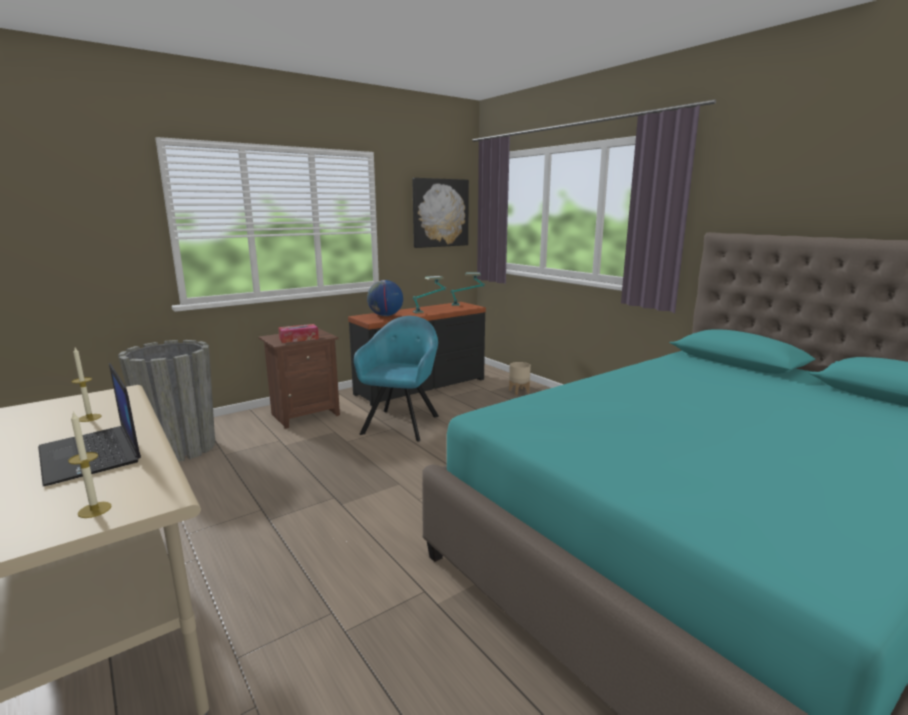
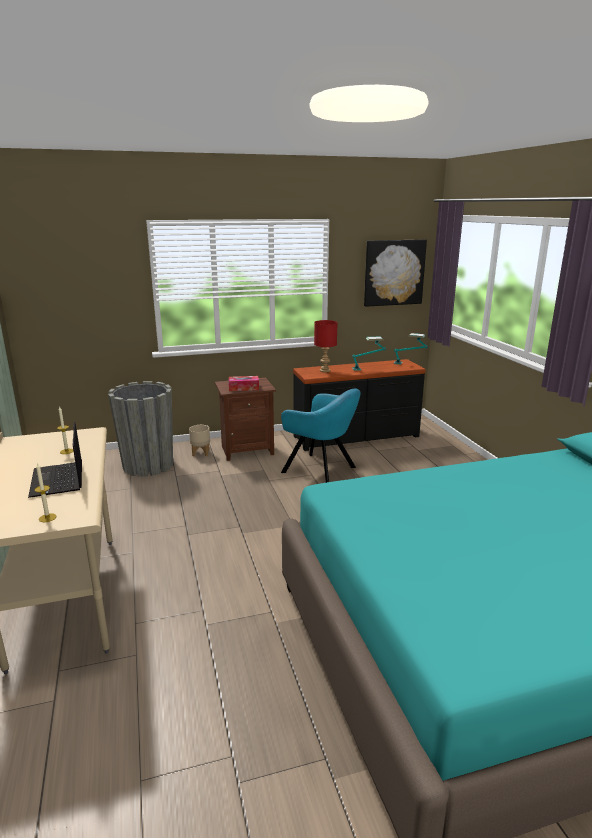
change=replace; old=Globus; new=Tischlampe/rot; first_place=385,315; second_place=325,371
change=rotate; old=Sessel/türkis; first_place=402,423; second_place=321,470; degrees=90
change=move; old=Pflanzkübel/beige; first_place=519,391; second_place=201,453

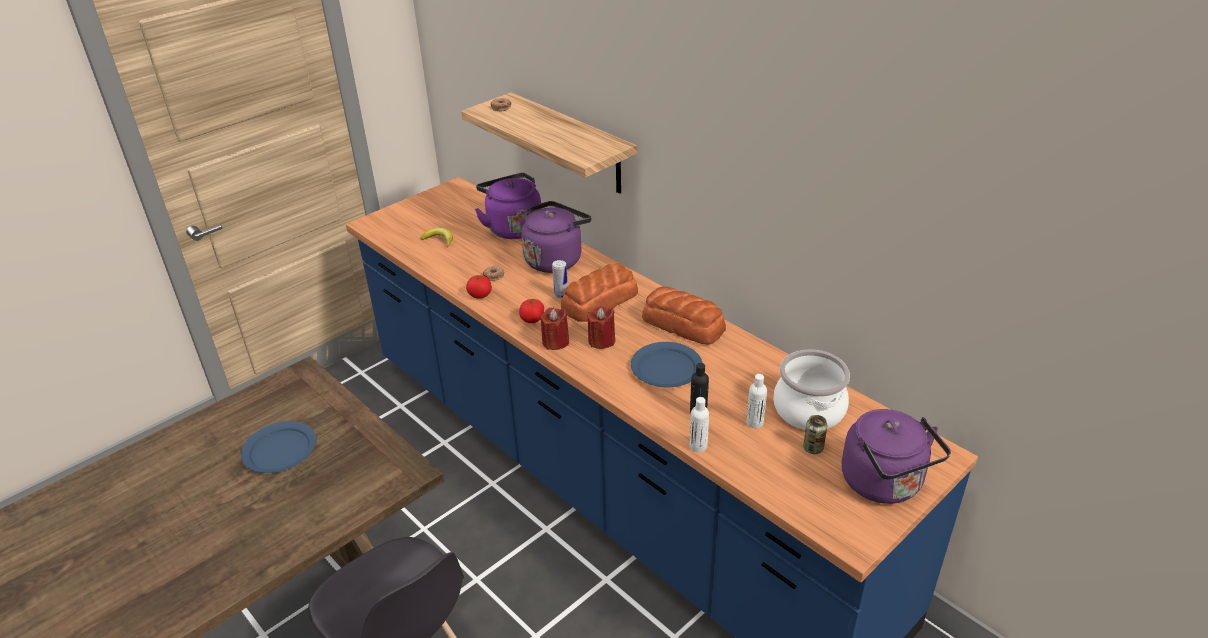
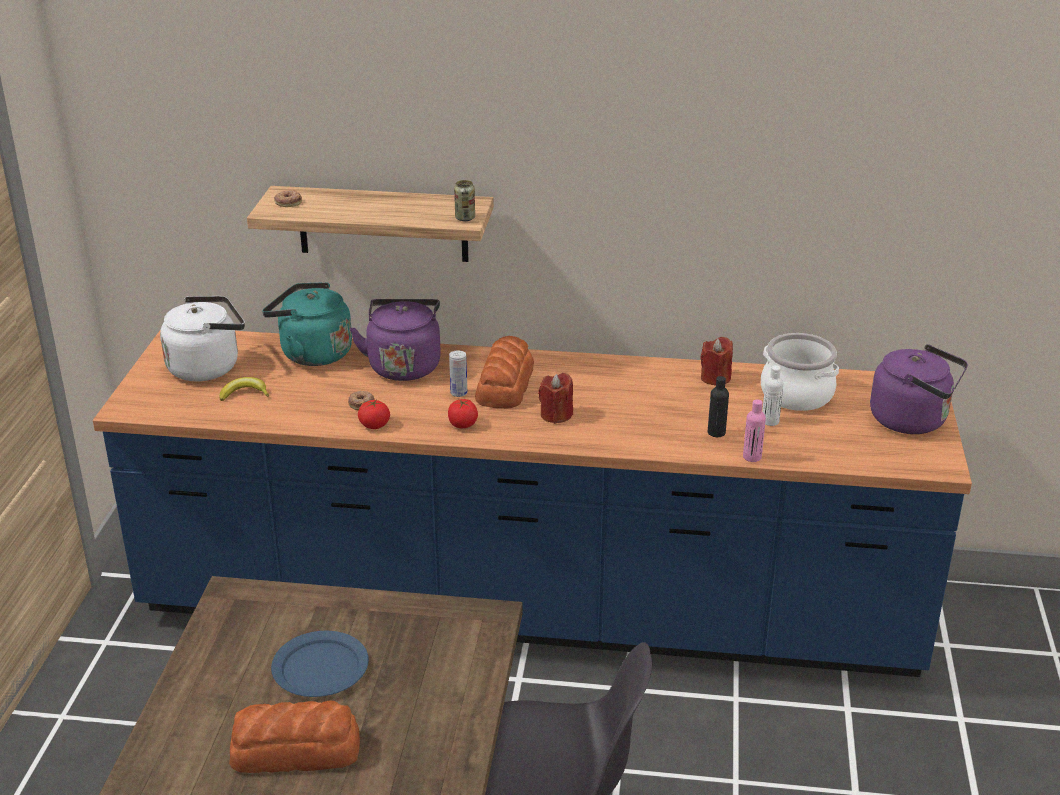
change=recolor; old=Wasserkessel/lila; new=Wasserkessel/türkis; first_place=512,227; second_place=312,353
change=move; old=Brot; first_place=683,325; second_place=297,750
change=move; old=Kerze/rot; first_place=555,342; second_place=715,378
change=delete; old=Teller/blau; first_place=667,368
change=recolor; old=Flasche/weiß; new=Flasche/rosa; first_place=698,446; second_place=752,457
change=move; old=Dose; first_place=813,448; second_place=465,218
change=insert; new=Wasserkessel/weiß; second_place=208,367

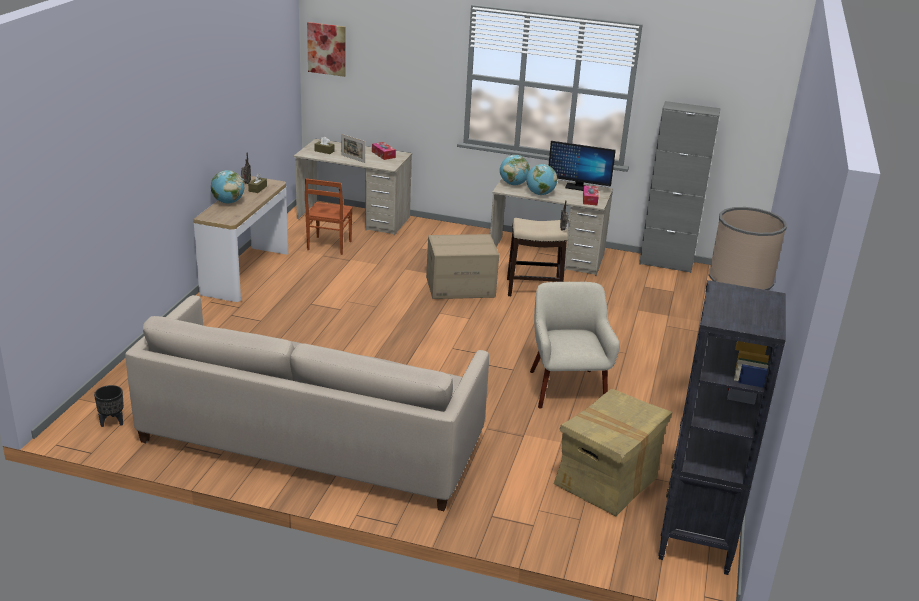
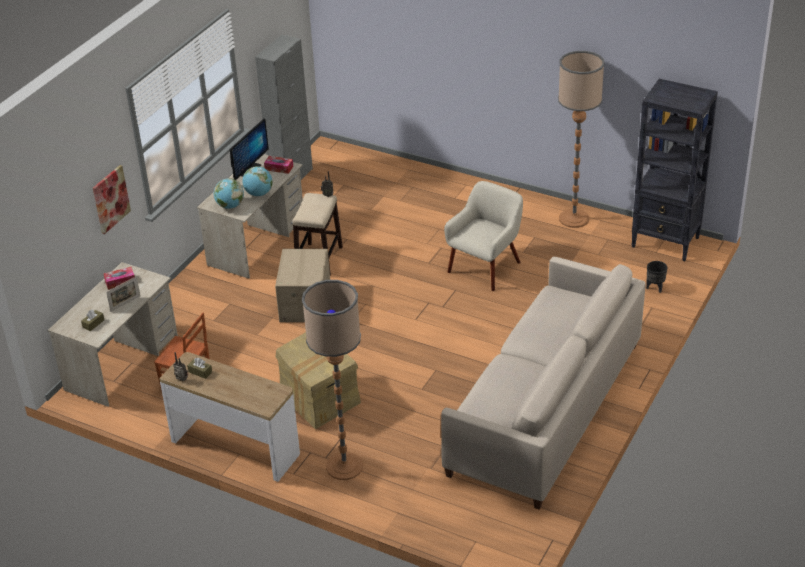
change=move; old=Bild; first_place=327,49; second_place=110,199
change=delete; old=Globus; first_place=228,202
change=rotate; old=Sessel/beige; first_place=566,387; second_place=485,267; degrees=120
change=move; old=Pflanzkübel/schwarz; first_place=112,422; second_place=655,288
change=move; old=Karton; first_place=606,482; second_place=320,400
change=insert; new=Stehlampe; second_place=344,466

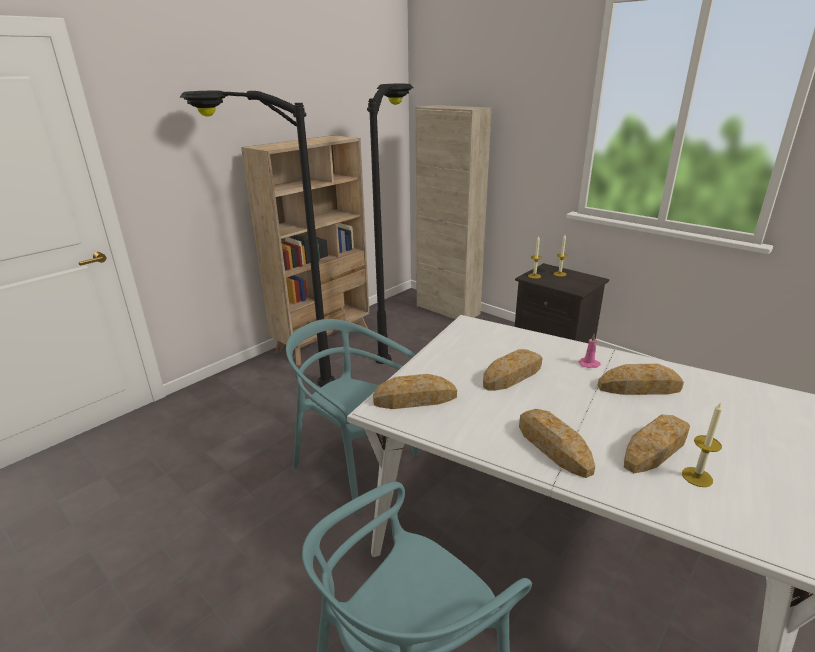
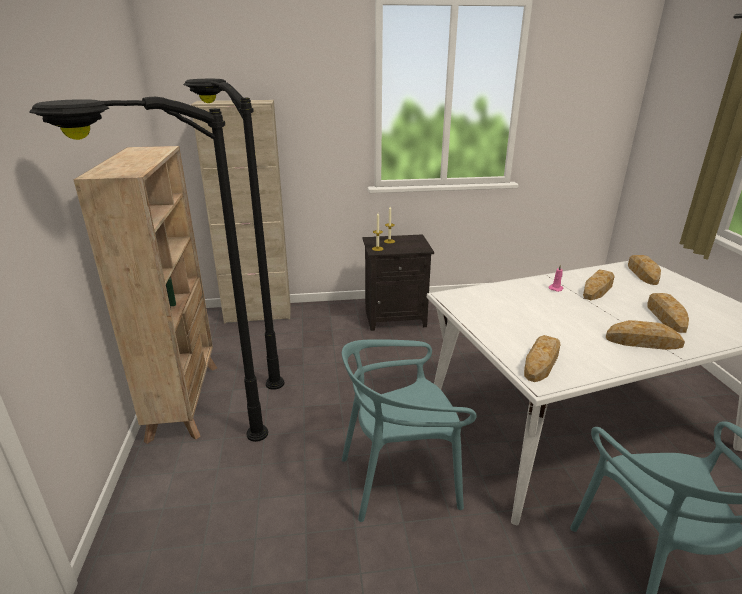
change=move; old=Brot; first_place=513,375; second_place=642,273
change=delete; old=Kerze; first_place=697,477

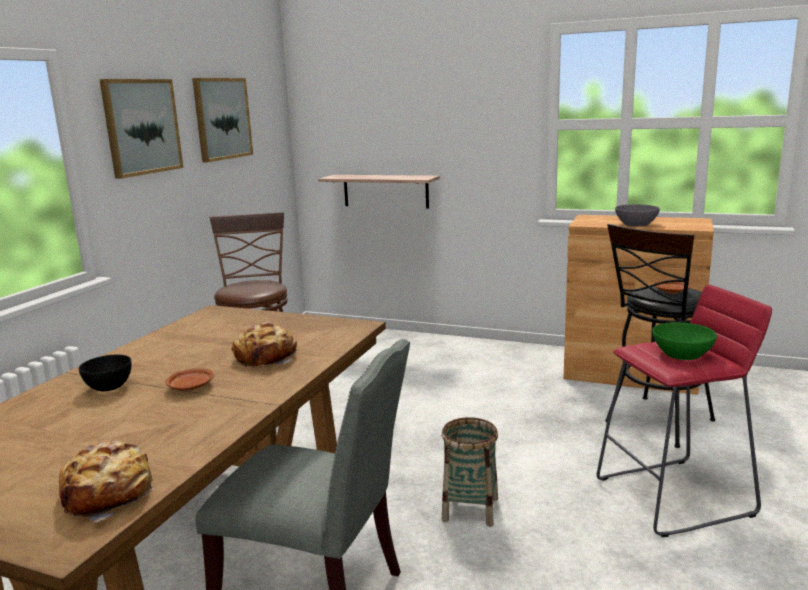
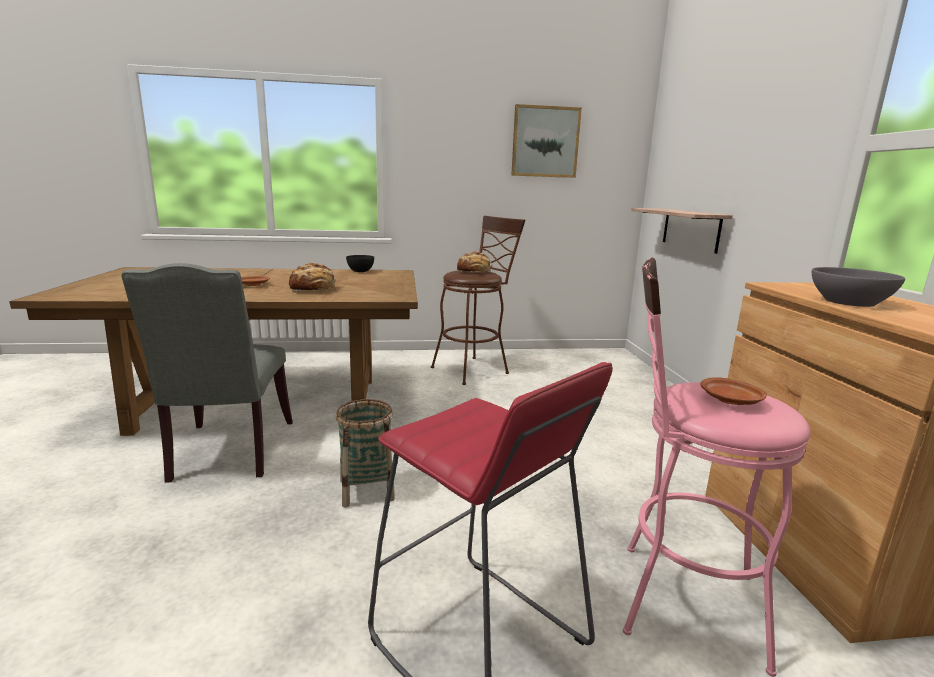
change=delete; old=Bild; first_place=141,127
change=recolor; old=Hocker/schwarz; new=Hocker/rosa; first_place=655,424; second_place=674,599
change=delete; old=Schüssel/grün; first_place=682,353
change=move; old=Schüssel/schwarz; first_place=108,387; second_place=360,271
change=move; old=Brot; first_place=110,494; second_place=474,272

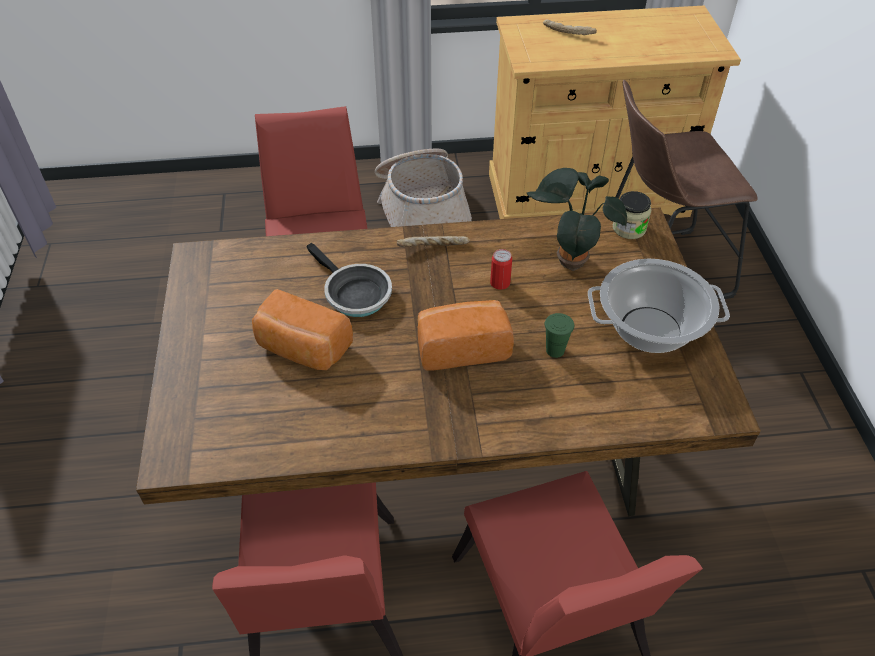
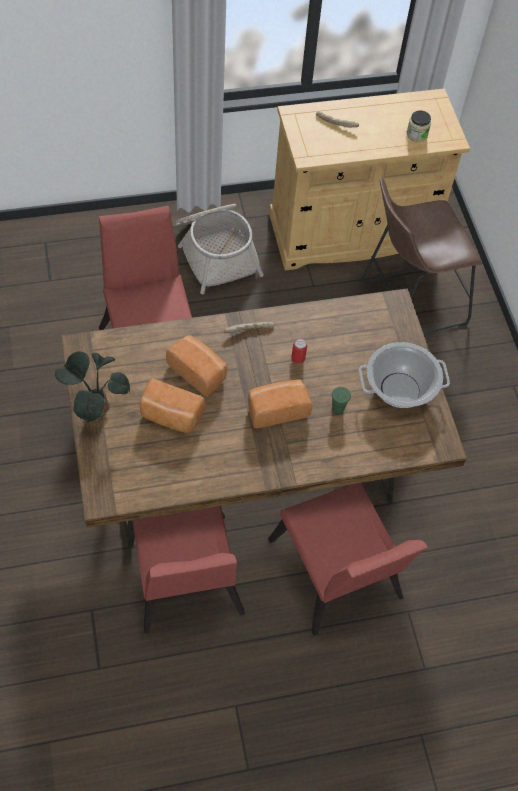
change=move; old=Topfpflanze; first_place=568,260; second_place=95,409
change=move; old=Vorratsglas; first_place=629,228; second_place=417,134
change=replace; old=Pfanne; new=Brot; first_place=354,294; second_place=198,372

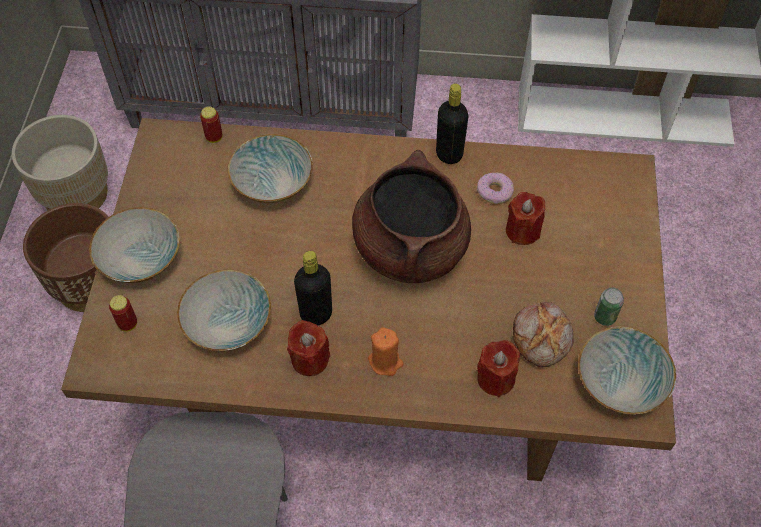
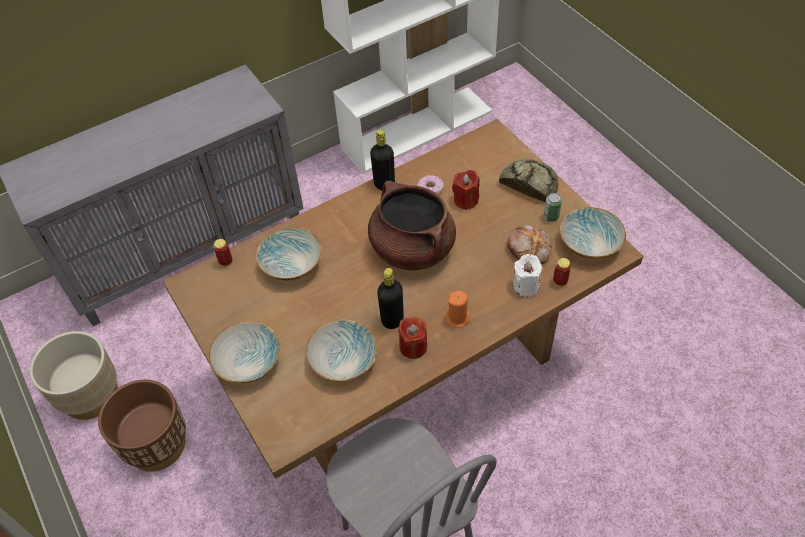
change=move; old=Dose; first_place=128,324; second_place=560,281
change=recolor; old=Kerze/rot; new=Kerze/weiß; first_place=496,378; second_place=525,286
change=insert; new=Brot; second_place=529,183

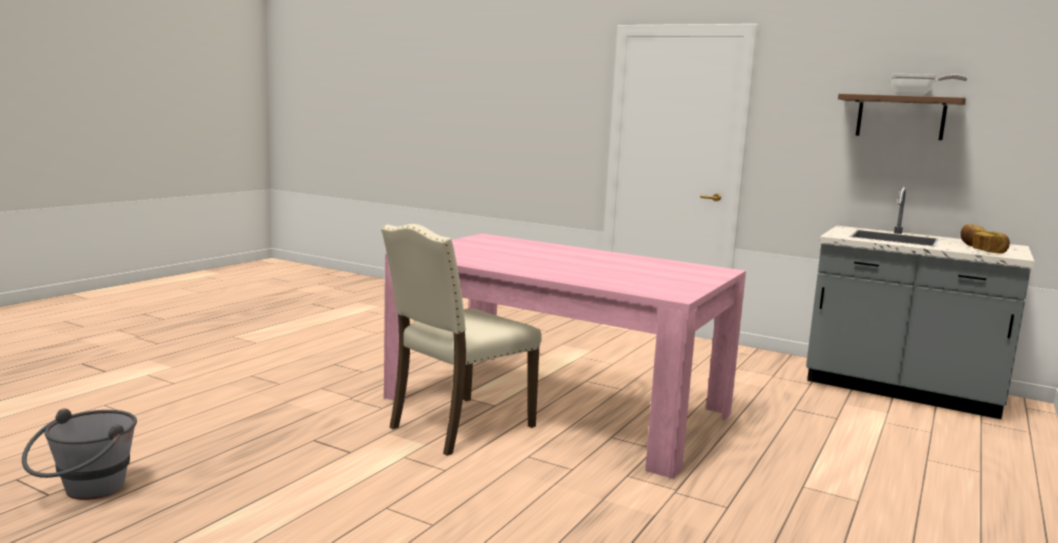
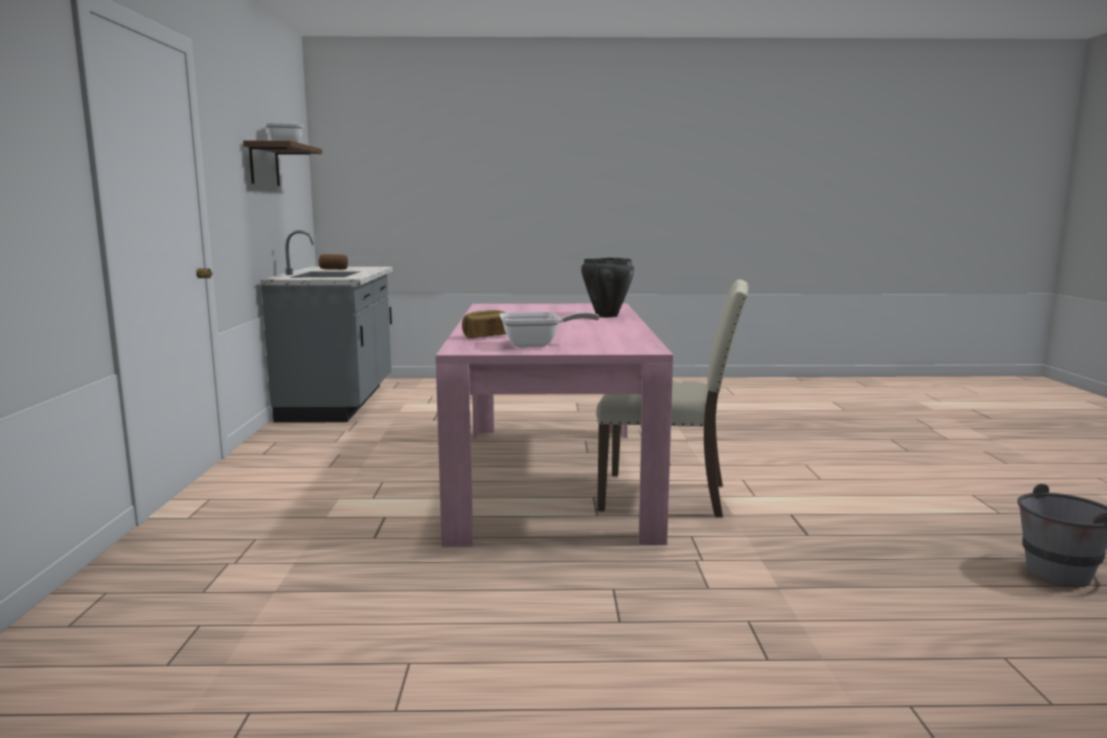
change=move; old=Brot; first_place=990,252; second_place=485,336
change=insert; new=Kochtopf/schwarz; second_place=606,316
change=insert; new=Pfanne; second_place=537,345

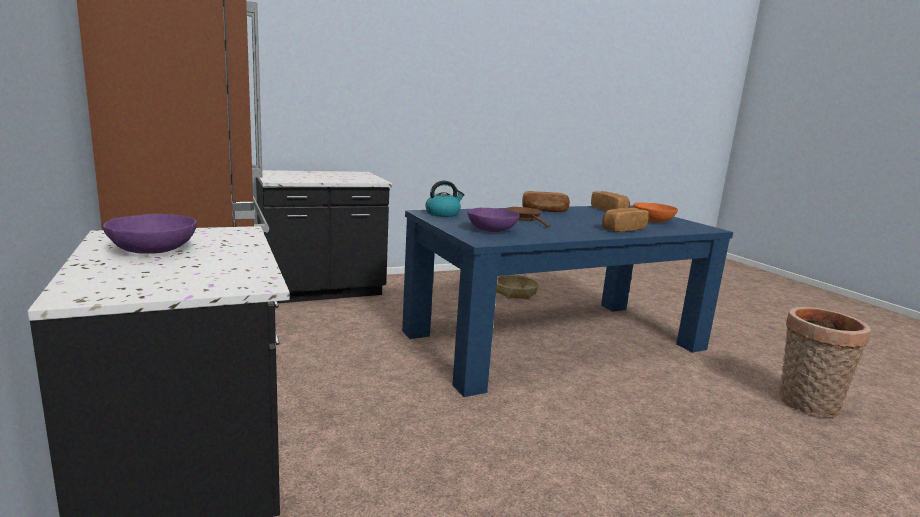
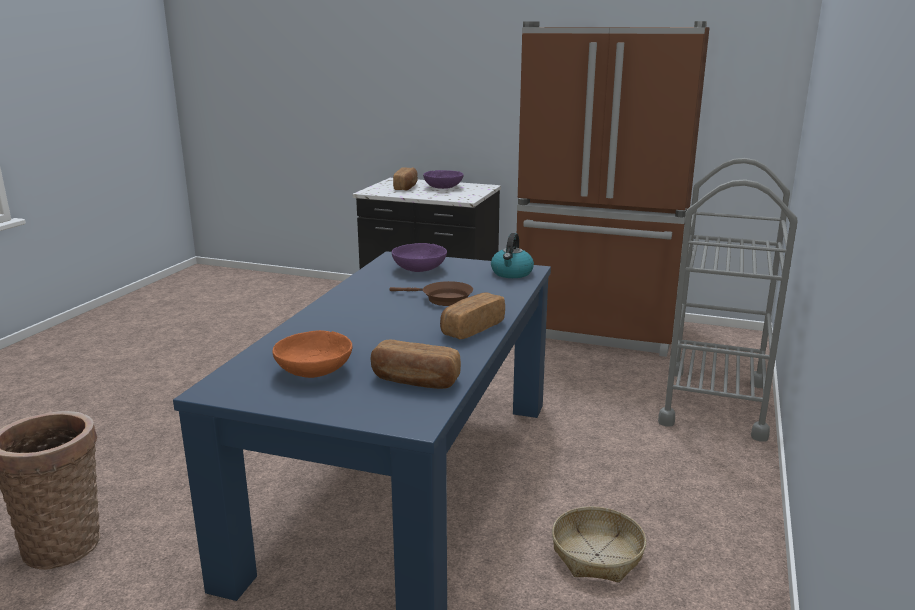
change=replace; old=Küchenzeile/schwarz; new=Rollwagen/grau; first_place=321,291; second_place=714,403
change=move; old=Brot; first_place=622,229; second_place=406,187

